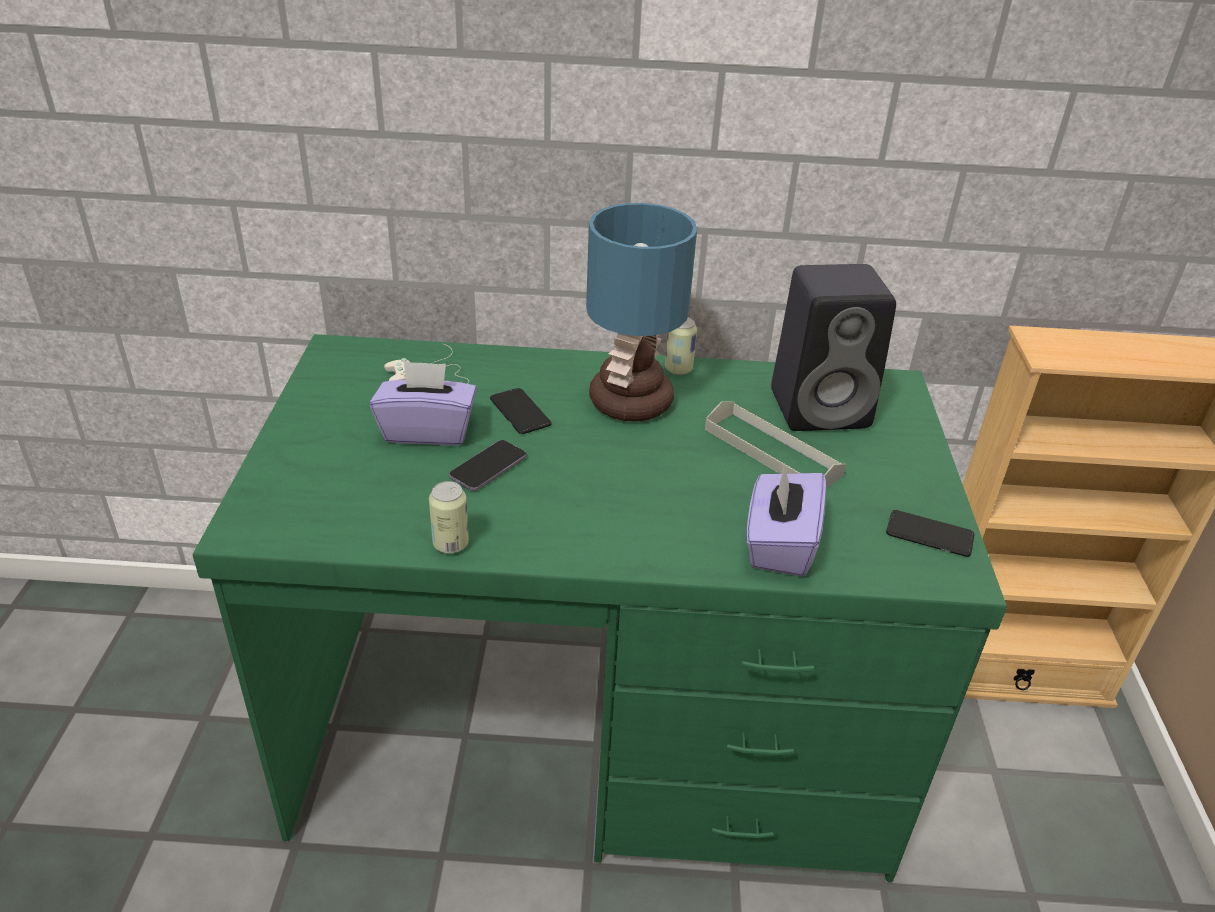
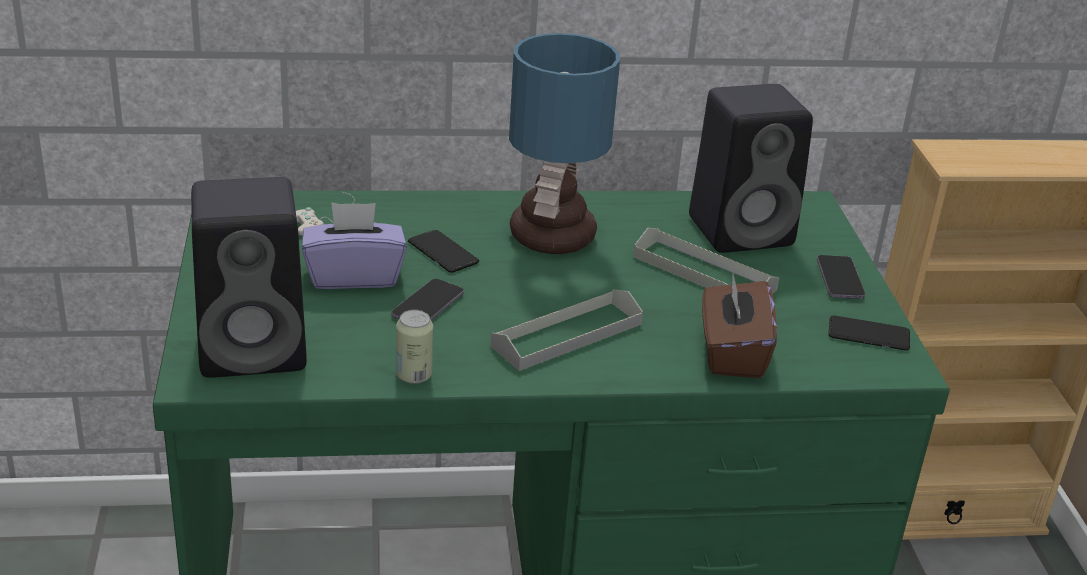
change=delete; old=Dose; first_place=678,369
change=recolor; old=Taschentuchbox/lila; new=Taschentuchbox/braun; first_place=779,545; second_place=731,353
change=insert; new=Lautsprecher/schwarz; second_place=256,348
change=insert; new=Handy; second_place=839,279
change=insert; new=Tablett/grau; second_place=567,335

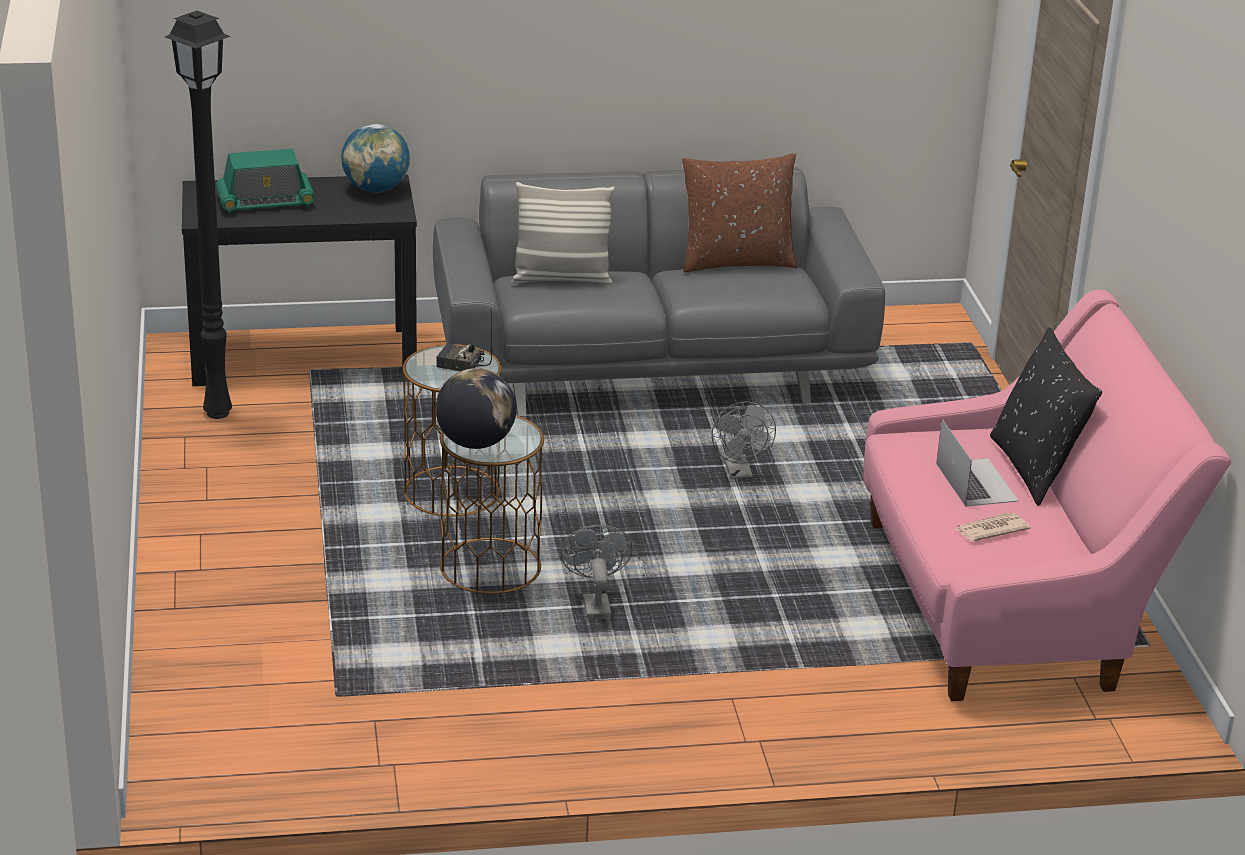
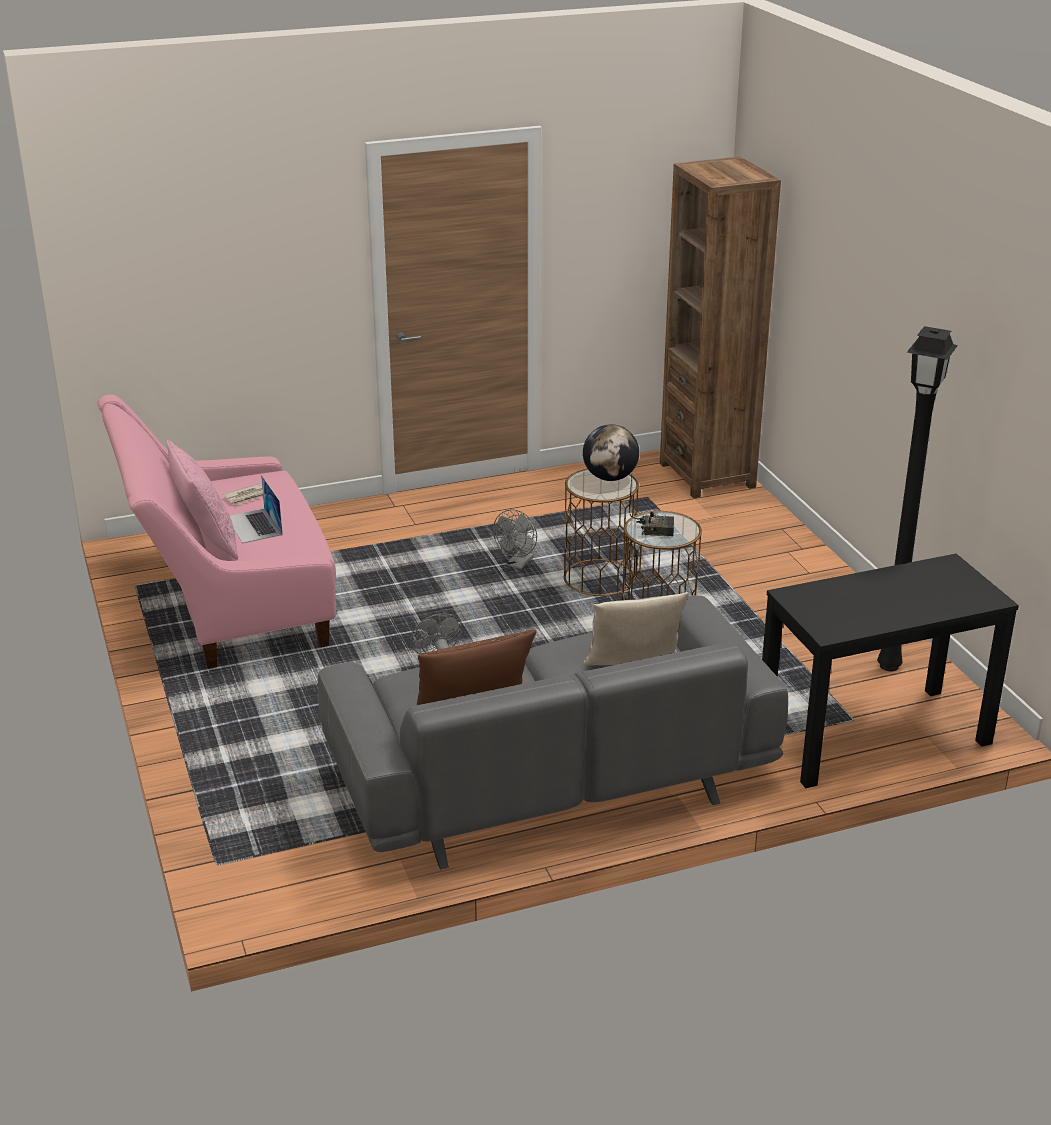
change=delete; old=Globus; first_place=376,189
change=delete; old=Radio; first_place=265,202
change=recolor; old=Kissen/schwarz; new=Kissen/rosa; first_place=1036,469; second_place=207,541
change=rotate; old=Ventilator/grau; first_place=595,603; second_place=518,564; degrees=45
change=insert; new=Bücherregal/braun; second_place=707,475

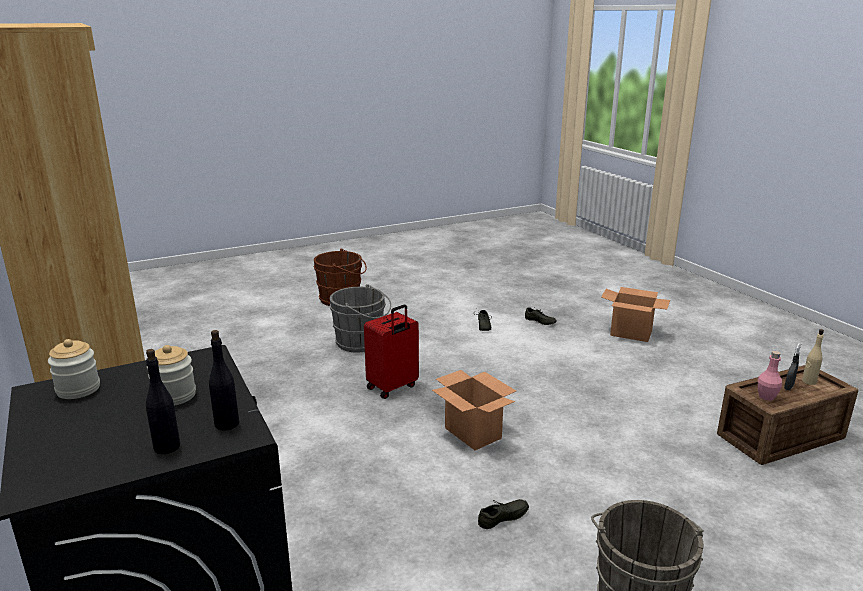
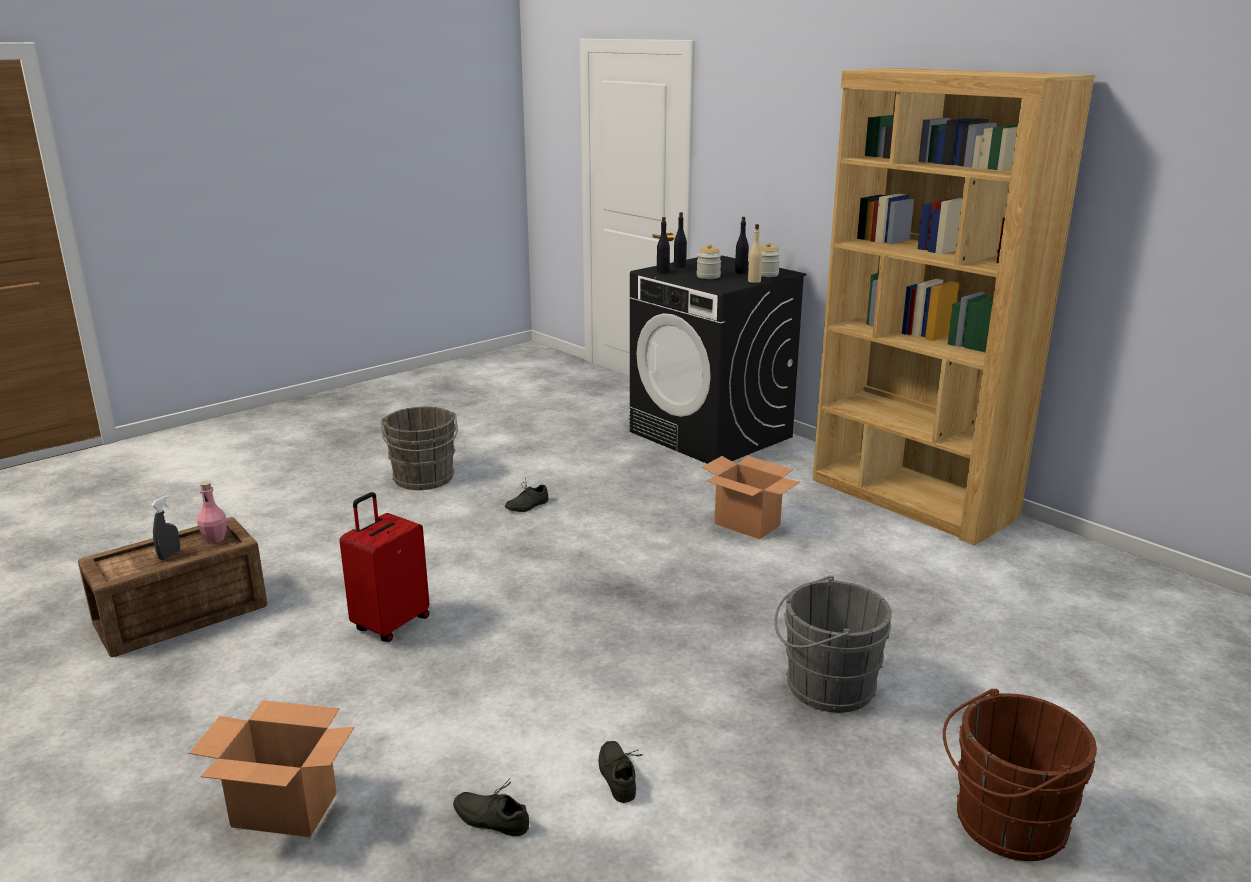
change=move; old=Koffer/rot; first_place=393,387; second_place=390,624
change=move; old=Flasche/beige; first_place=808,381; second_place=754,281
change=move; old=Karton; first_place=472,433; second_place=748,524
change=insert; new=Flasche/schwarz; second_place=741,272

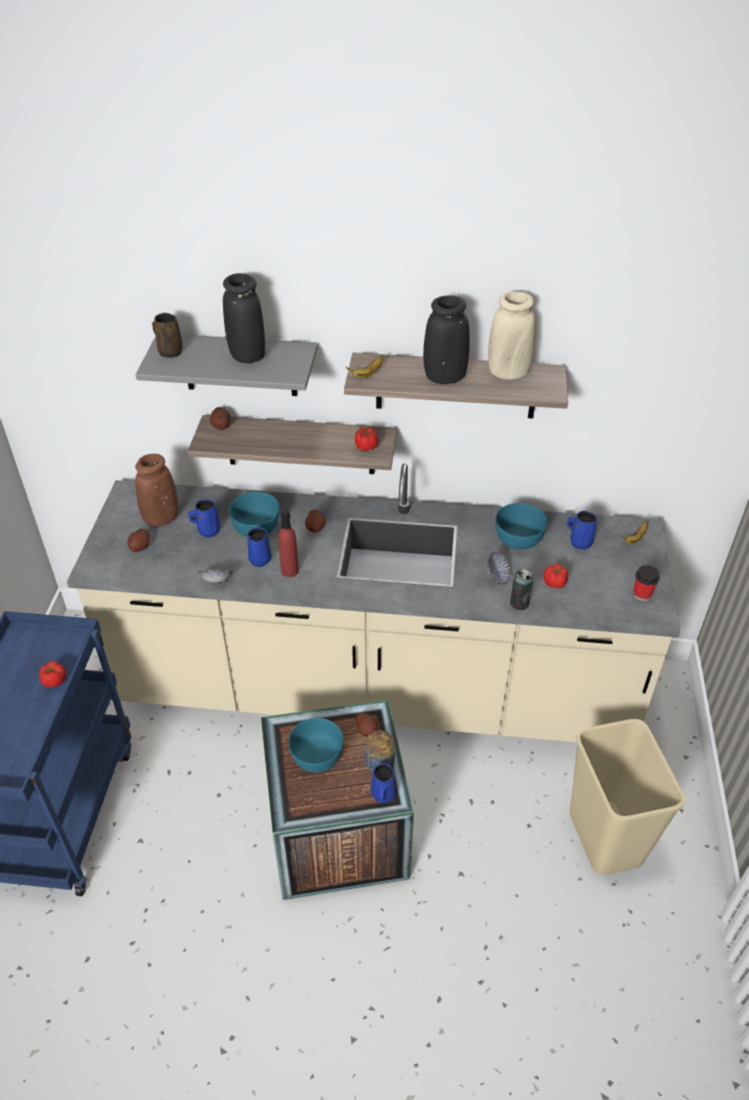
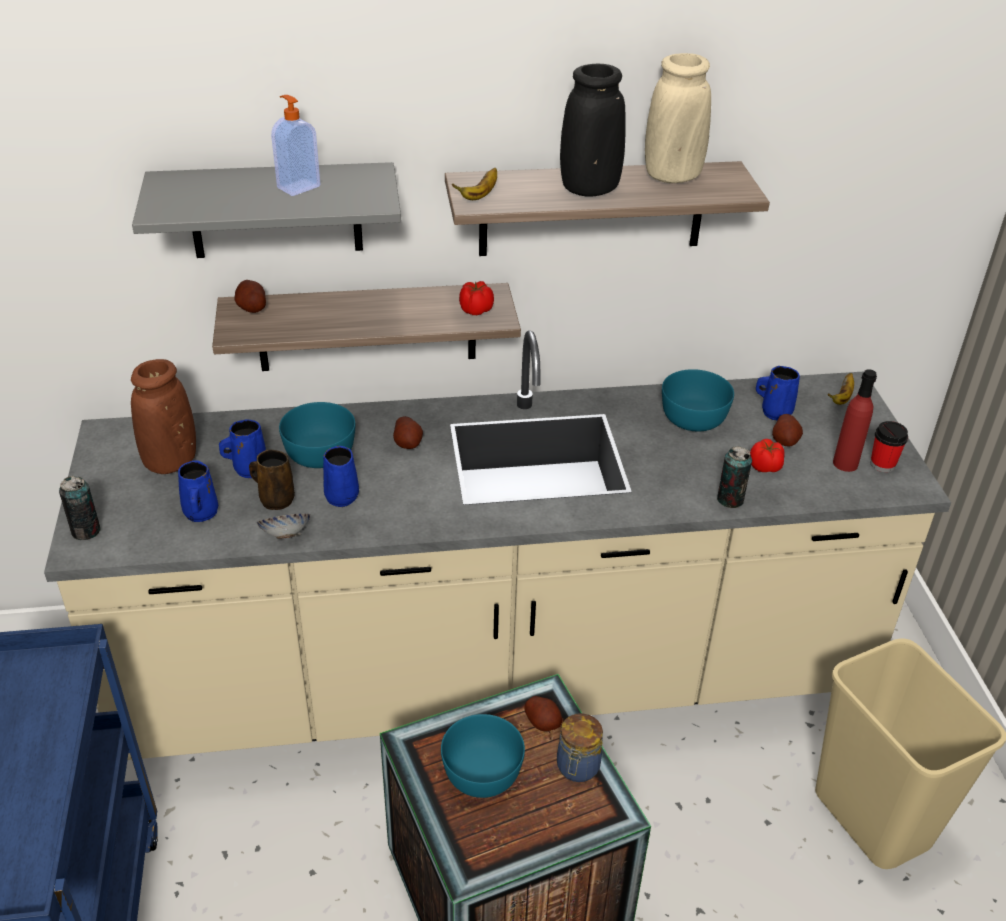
change=replace; old=Vase/schwarz; new=Seifenspender; first_place=247,356; second_place=298,187
change=move; old=Henkelbecher/braun; first_place=169,351; second_place=275,499
change=move; old=Flasche/rot; first_place=290,570; second_place=845,463
change=move; old=Kartoffel; first_place=140,547; second_place=785,440
change=delete; old=Schüssel; first_place=497,577
change=delete; old=Tomate; first_place=54,681
change=move; old=Henkelbecher/blau; first_place=383,795; second_place=200,514
change=insert; new=Dose; second_place=86,531

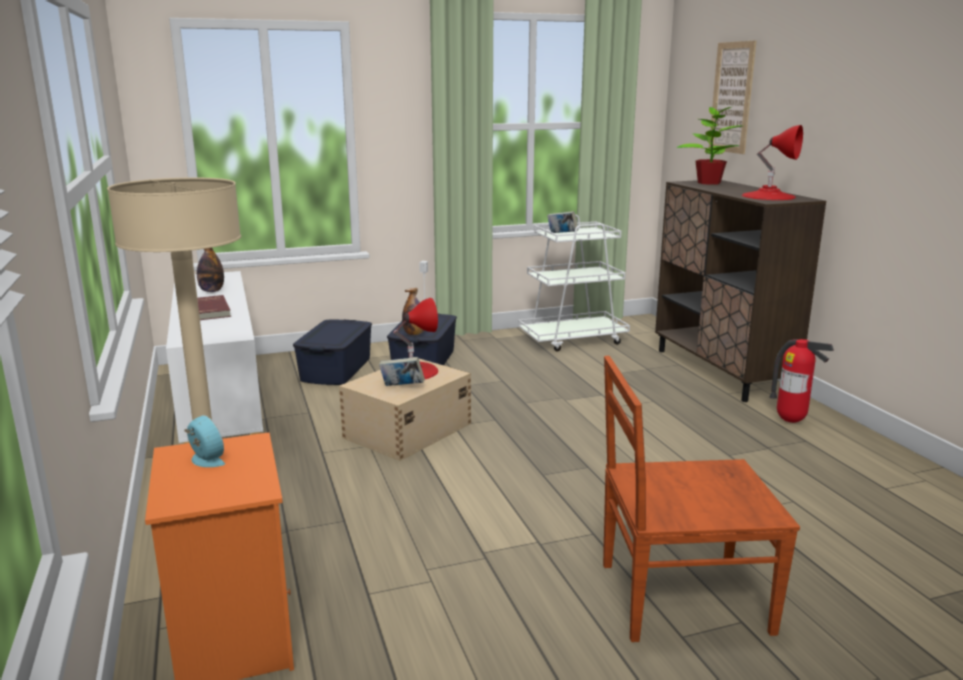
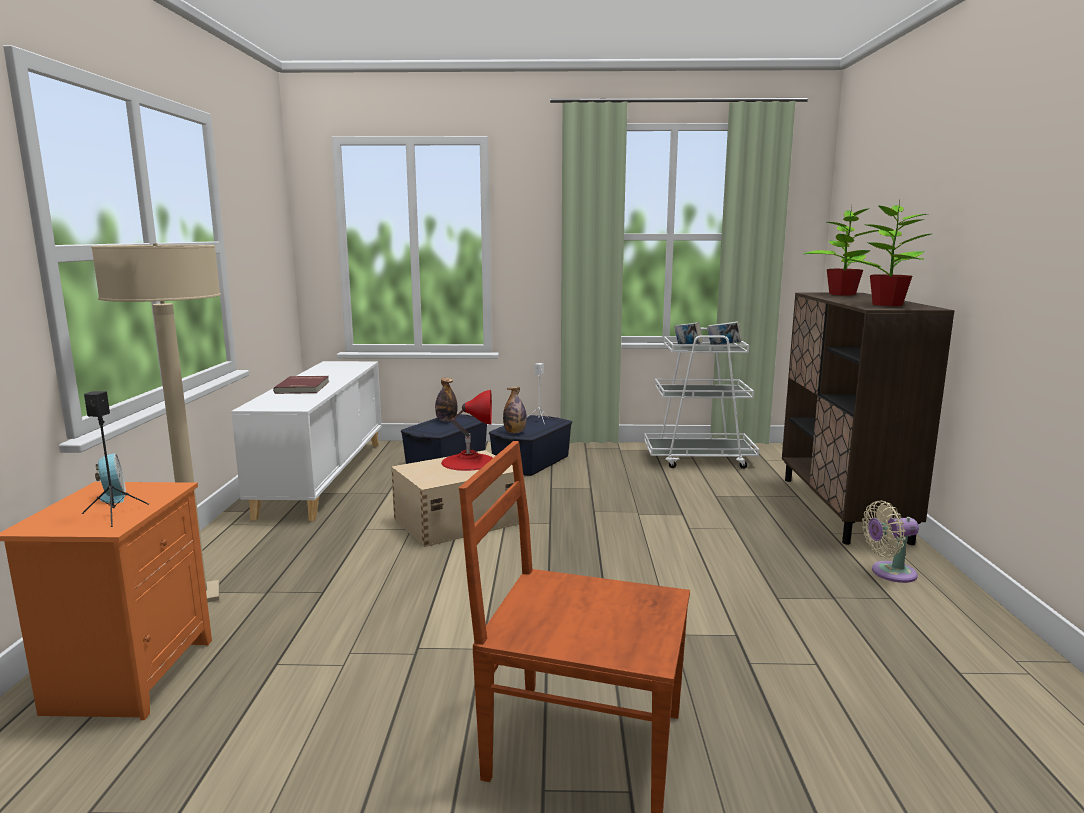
change=delete; old=Bild; first_place=732,97
change=replace; old=Tischlampe/rot; new=Topfpflanze; first_place=768,196; second_place=887,304
change=move; old=Flasche; first_place=211,291; second_place=446,420
change=replace; old=Feuerlöscher; new=Ventilator/beige; first_place=791,421; second_place=889,573
change=move; old=Buch; first_place=402,387; second_place=723,346
change=insert; new=Lautsprecher/schwarz; second_place=115,514

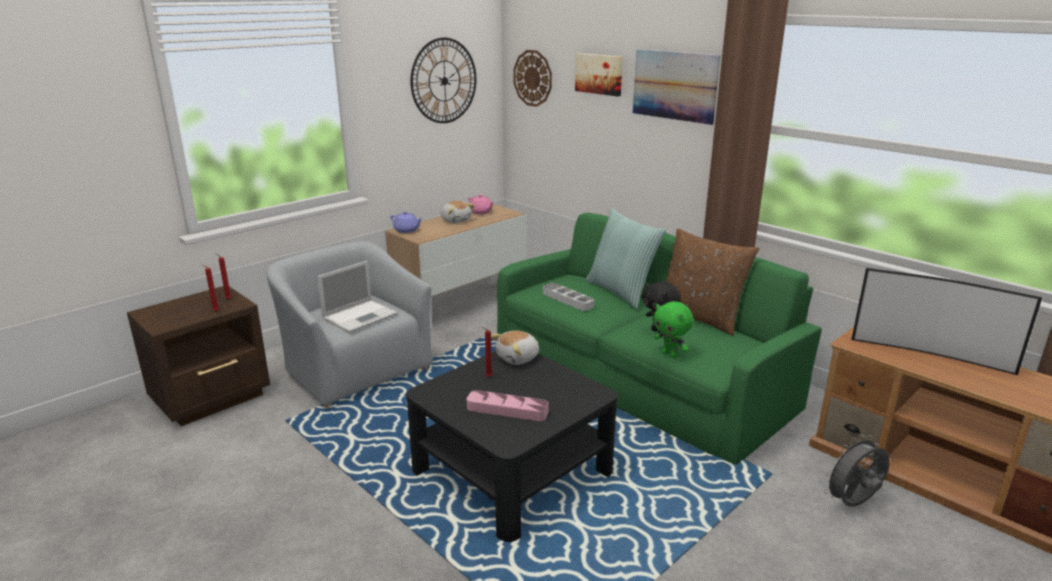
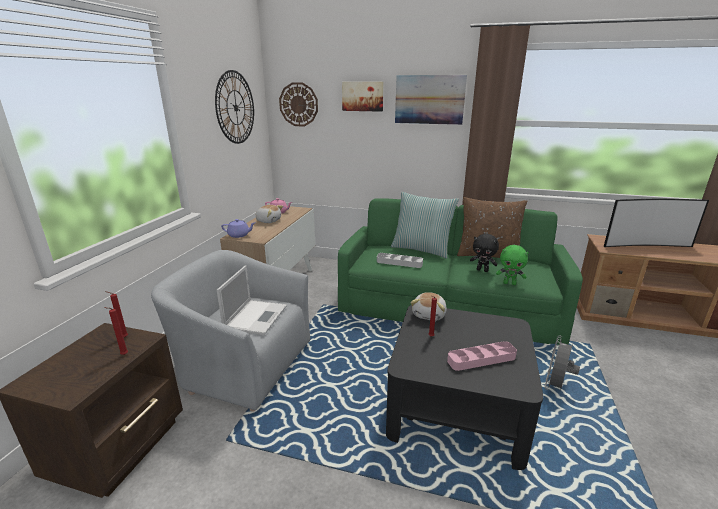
change=move; old=Ventilator/grau; first_place=852,504; second_place=555,387

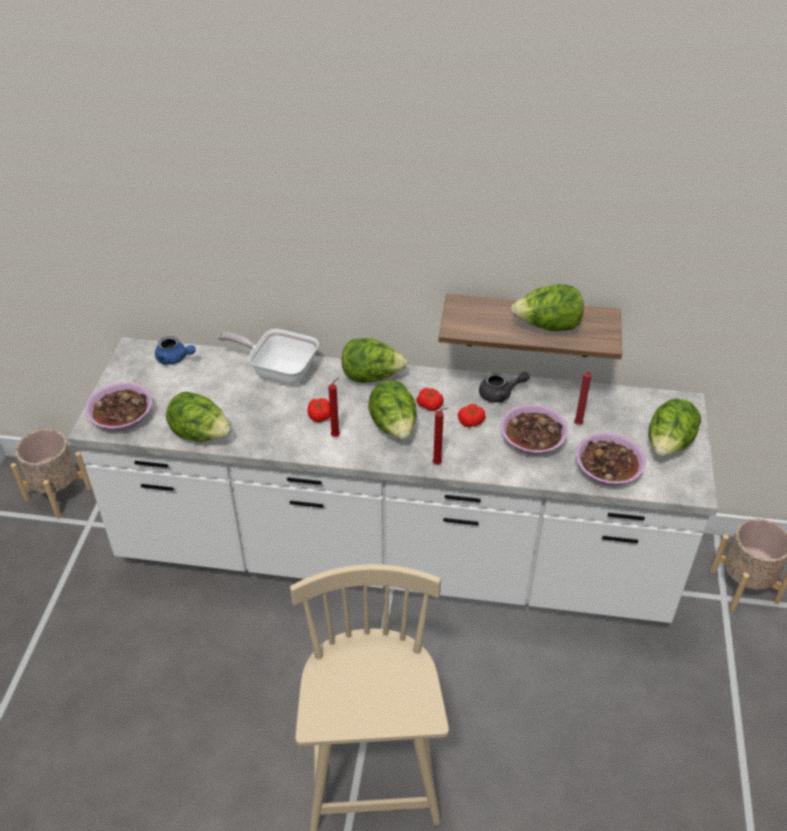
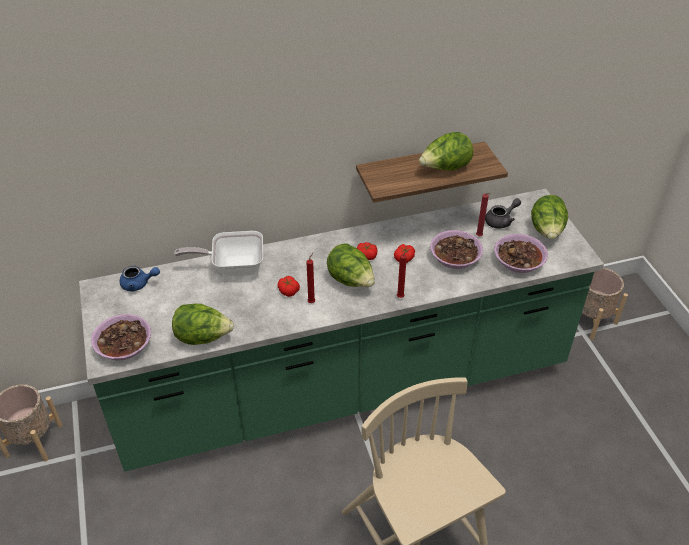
change=recolor; old=Küchenzeile/weiß; new=Küchenzeile/grün; first_place=393,556; second_place=344,388
change=delete; old=Salatkopf; first_place=371,377
change=move; old=Teekanne/grau; first_place=500,394; second_place=501,221

